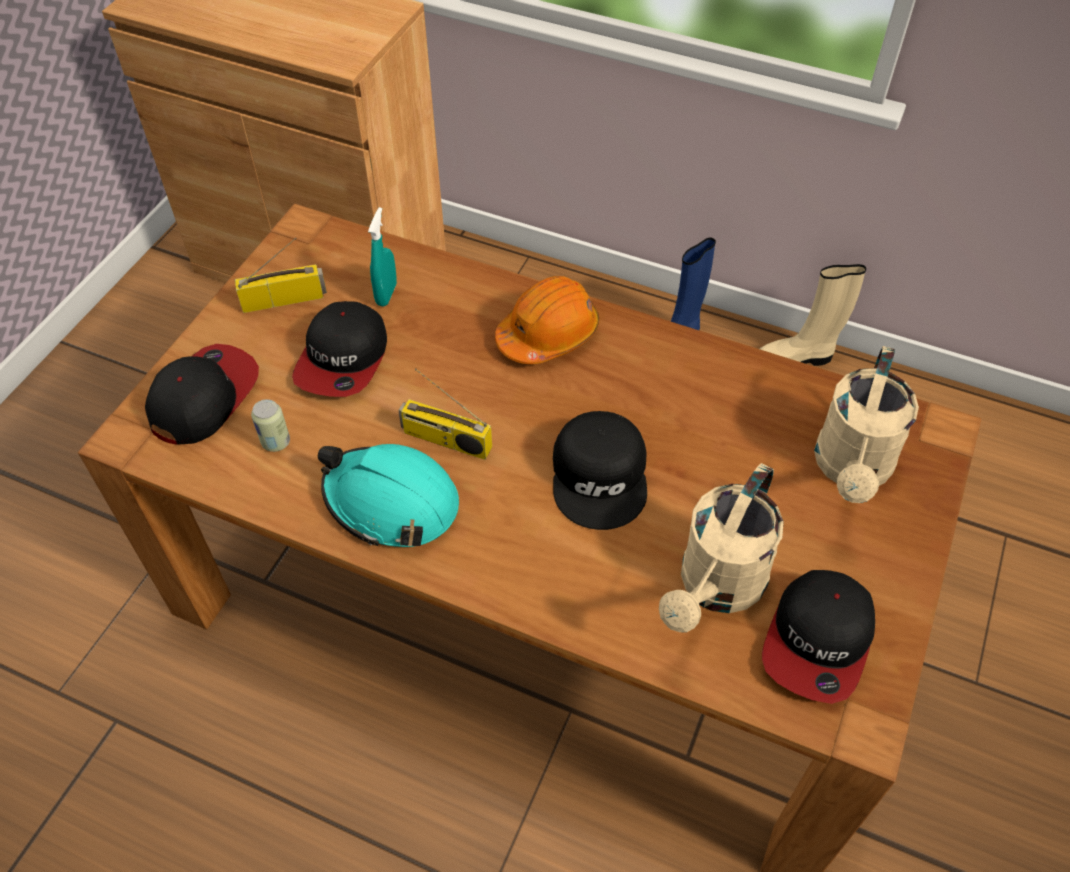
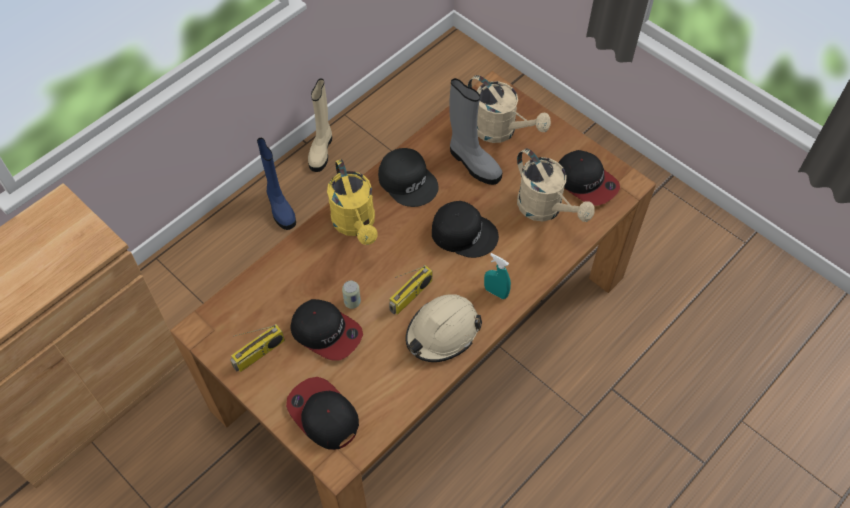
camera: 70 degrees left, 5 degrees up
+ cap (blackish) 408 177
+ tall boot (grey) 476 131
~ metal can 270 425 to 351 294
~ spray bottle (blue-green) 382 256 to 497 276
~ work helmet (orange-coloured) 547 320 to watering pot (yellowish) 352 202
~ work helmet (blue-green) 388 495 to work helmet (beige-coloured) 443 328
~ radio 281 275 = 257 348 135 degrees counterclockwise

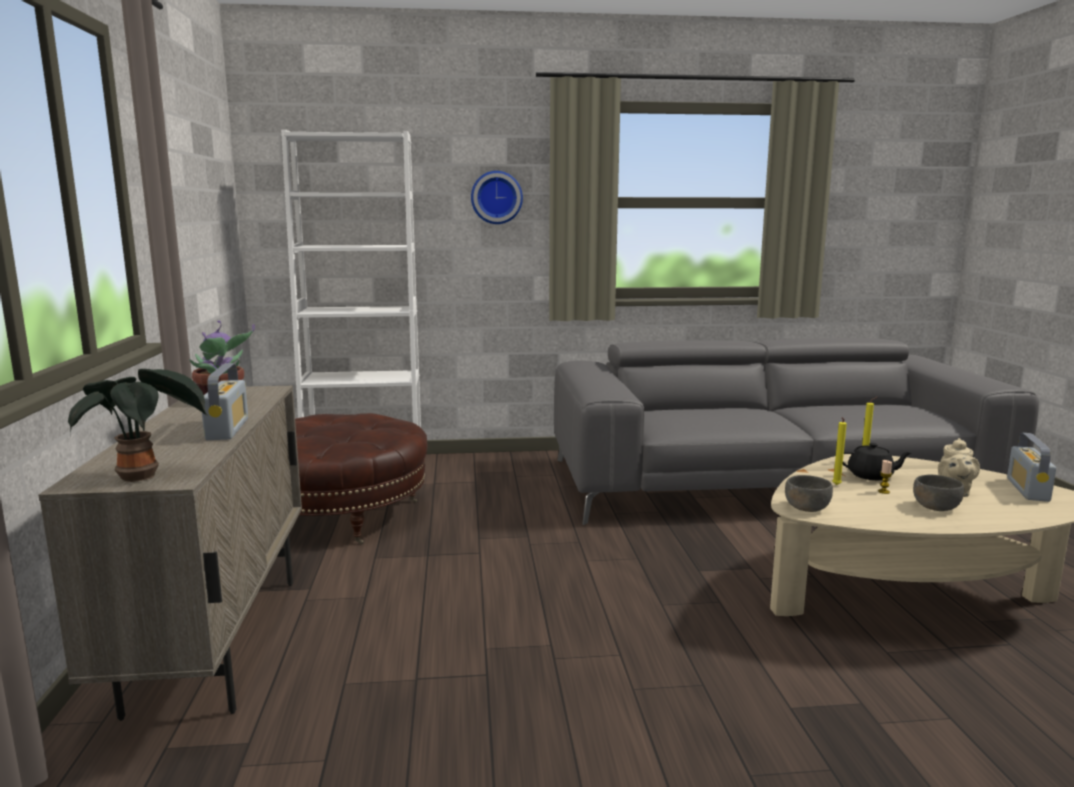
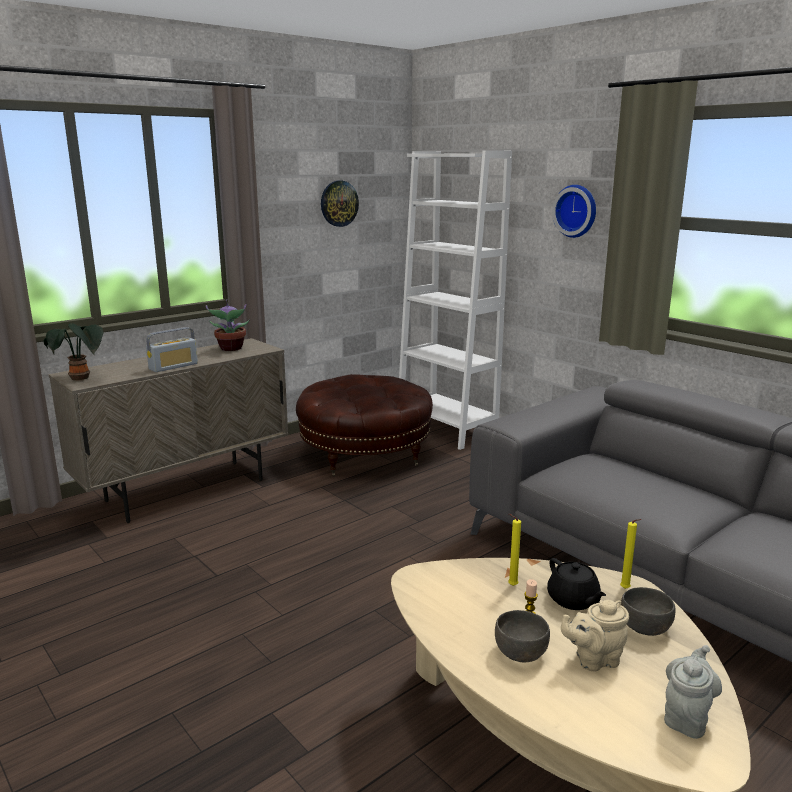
camera: 55 degrees right, 5 degrees up
+ wall clock 340 204
~ bowl (grey) 809 493 to 648 611
~ radio 1031 467 to pot for tea (grey) 693 692

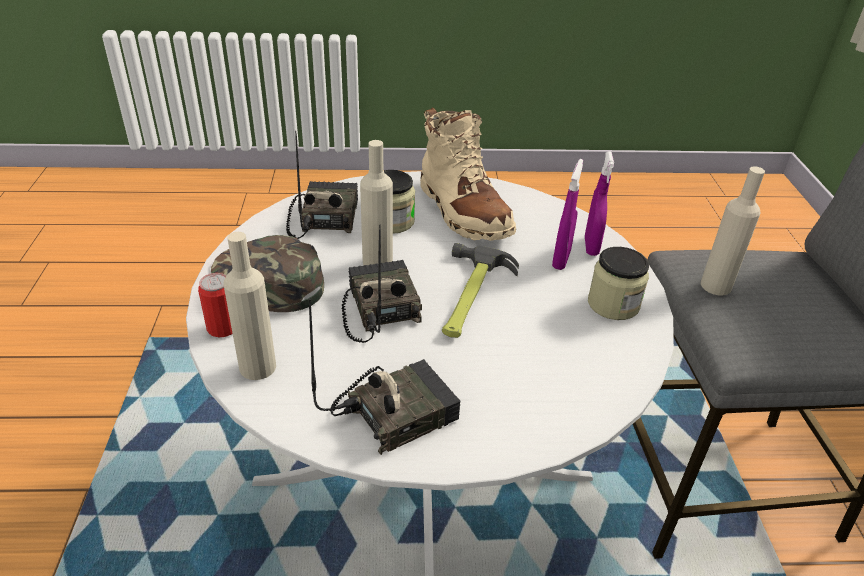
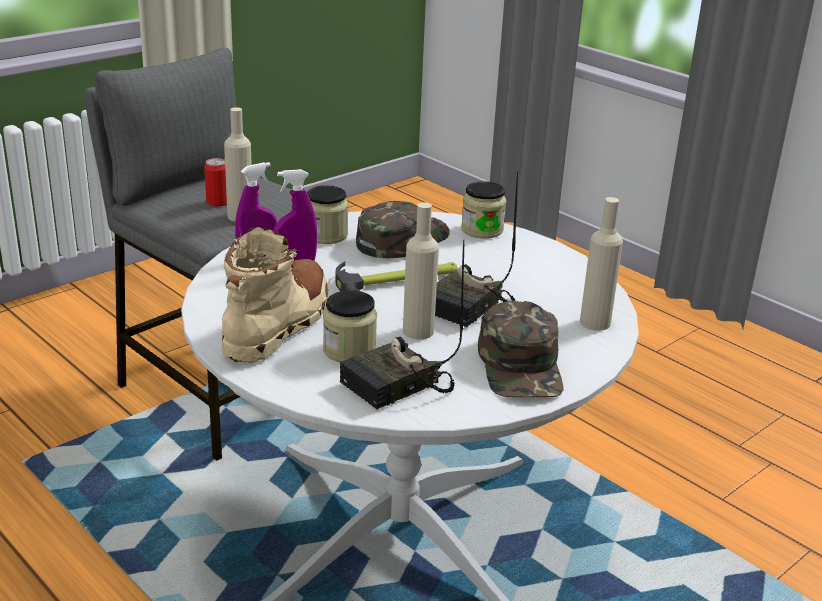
camera: 130 degrees left, 10 degrees down
- radio 385 377
+ cap (green) 403 229
+ jar 483 209
~ metal can 215 305 to 215 182

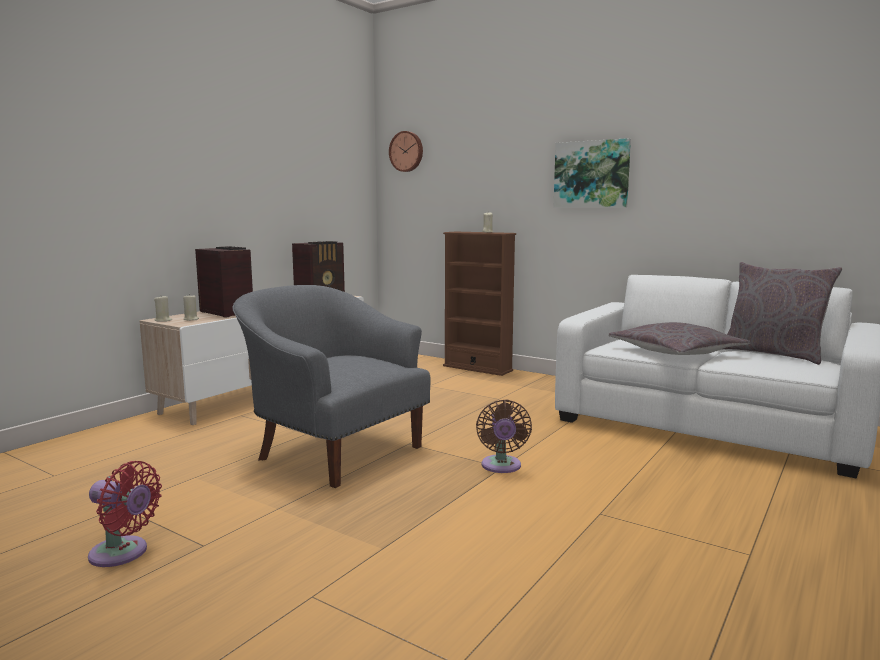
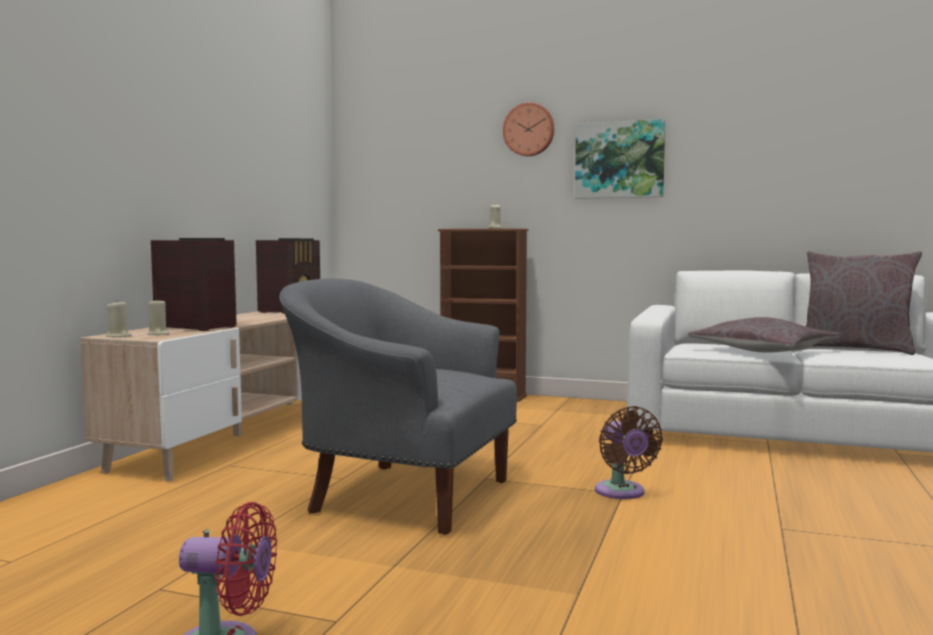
camera: 15 degrees left, 5 degrees down
~ wall clock 406 151 to 529 129

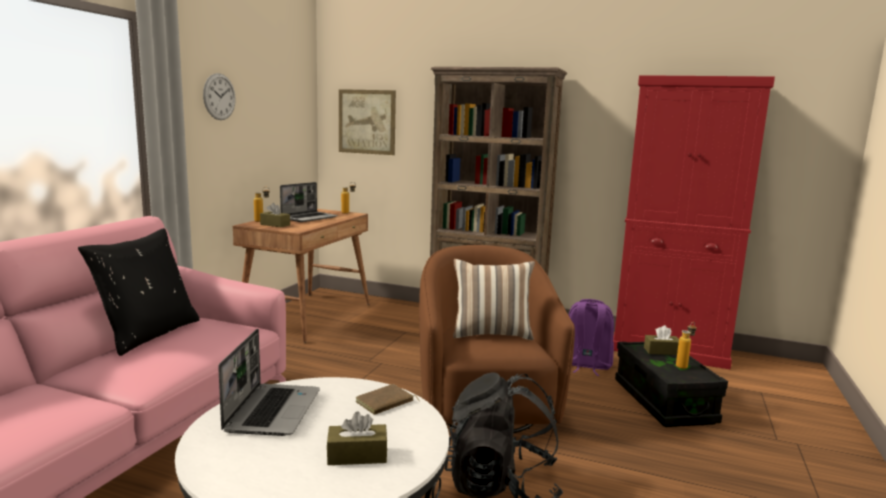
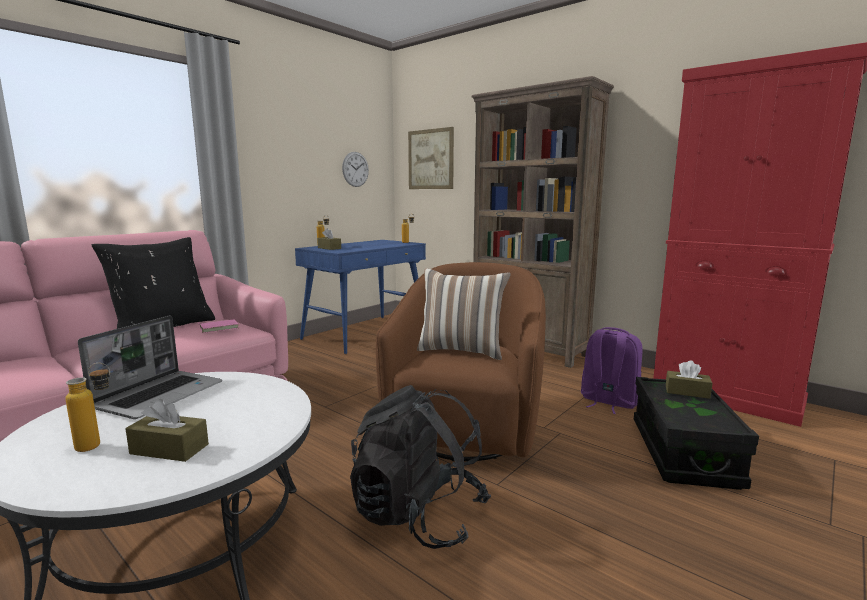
camera: 20 degrees right, 0 degrees up
- portable computer 309 202
- volume (brown-coloured) 387 399
+ volume (pinkish) 218 326
~ wall clock 219 96 to 355 169
~ bottle 686 345 to 87 407
~ desk unit (brown-coloured) 301 276 to desk unit (blue) 360 297

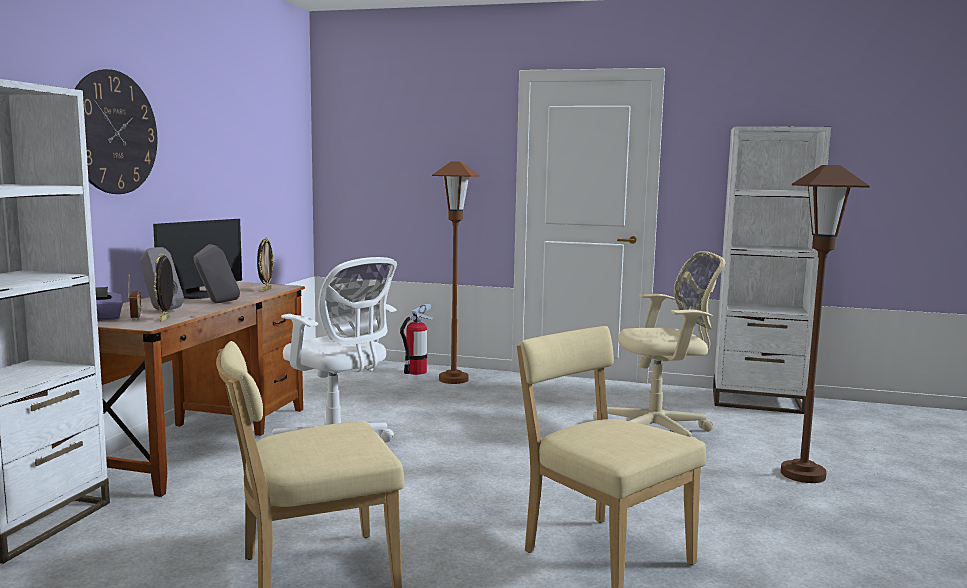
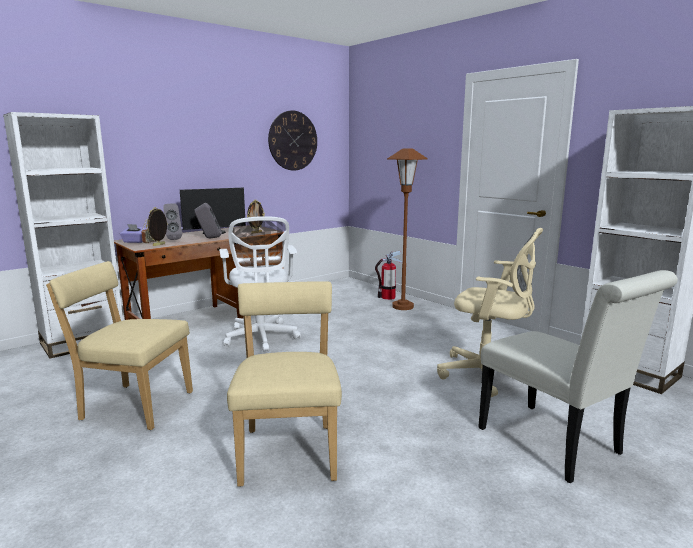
camera: 35 degrees right, 5 degrees up
~ wall clock 116 131 to 292 141
~ standing lamp (brown-coloured) 825 324 to plain chair (whitish) 578 376

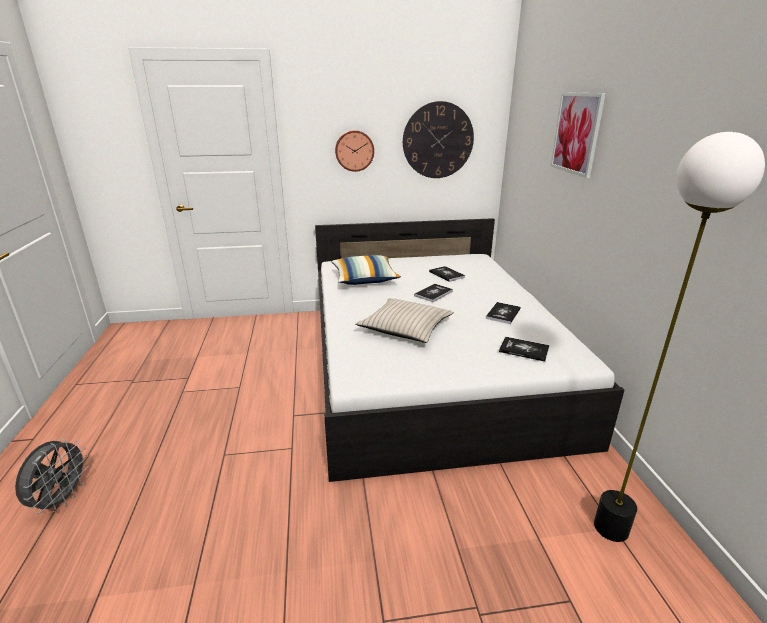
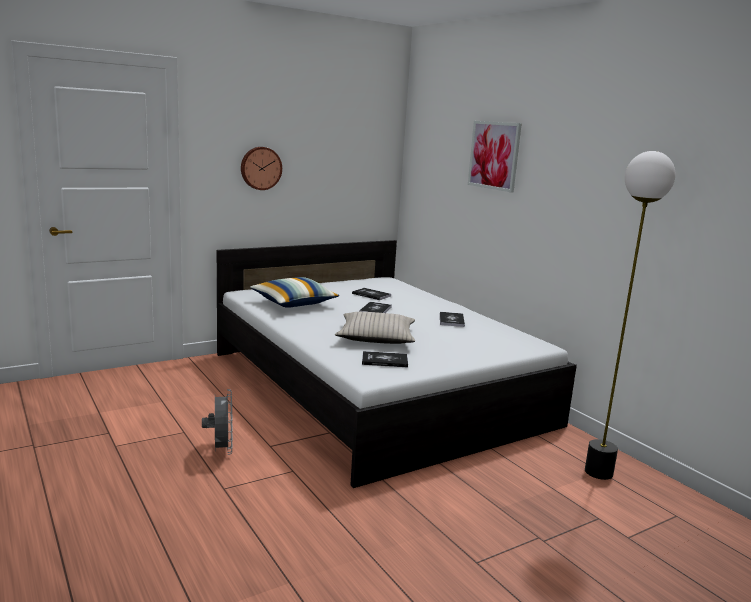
camera: 25 degrees left, 10 degrees down
- wall clock 438 139
~ cooling fan (grey) 52 476 to 217 422
~ volume 524 349 to 385 359

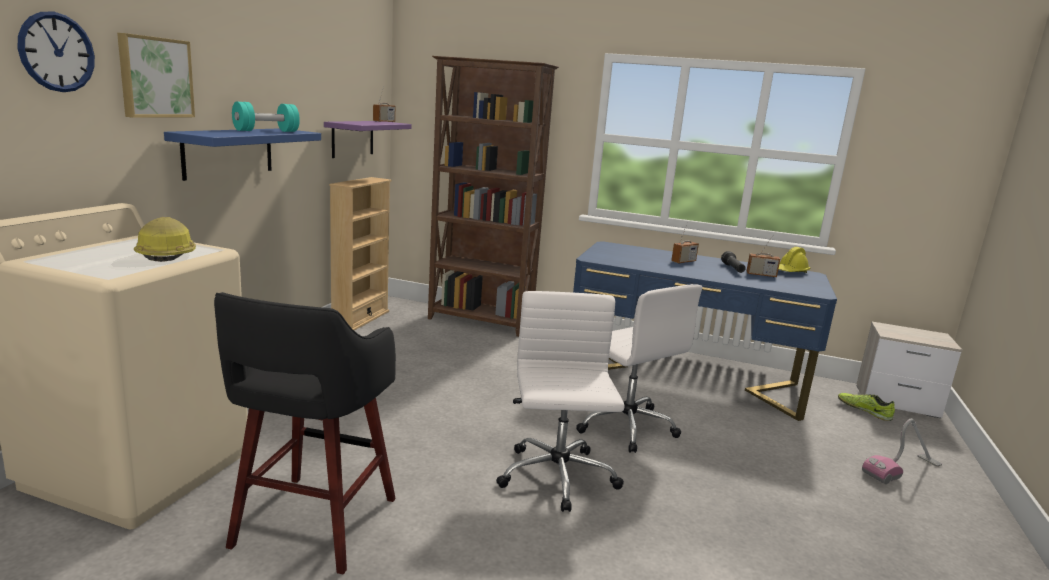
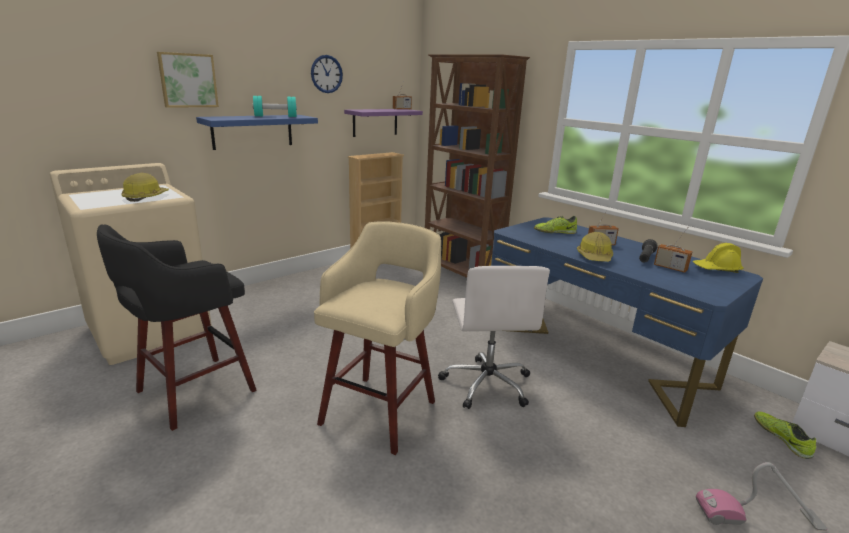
camera: 30 degrees right, 5 degrees up
+ low shoe 555 225
+ work helmet 595 247
~ wall clock 56 52 to 327 74
~ computer chair (whitish) 560 401 to stool seat (beige-coloured) 377 338

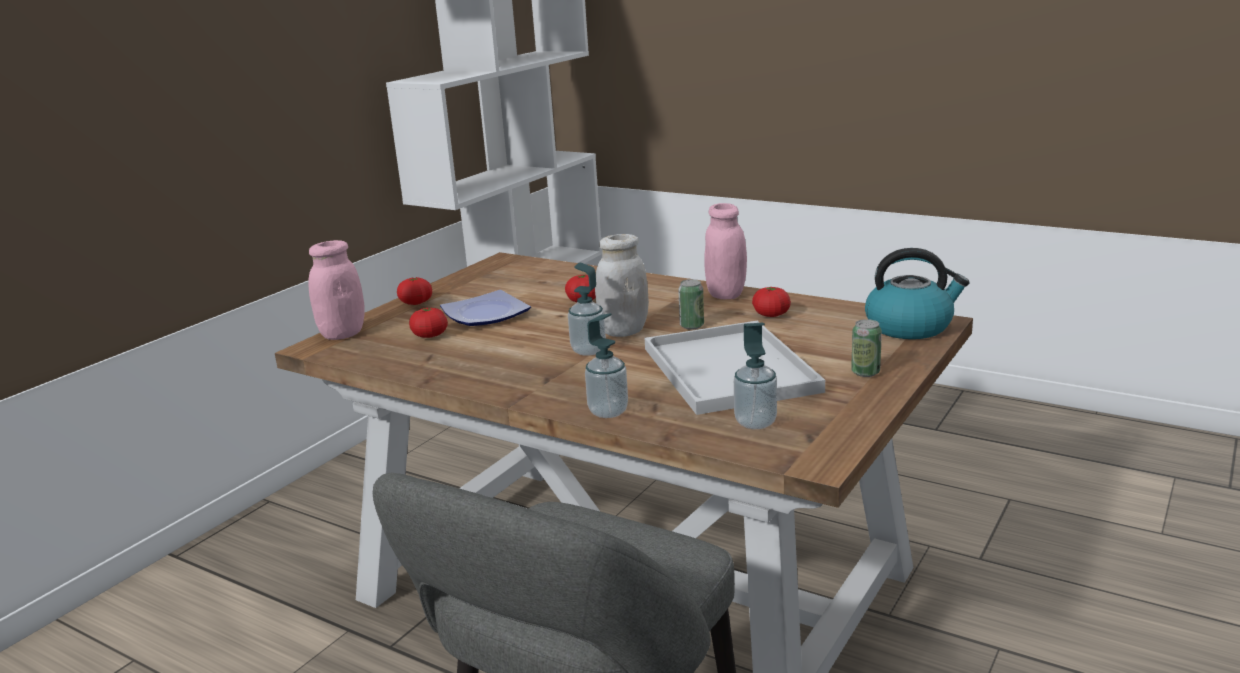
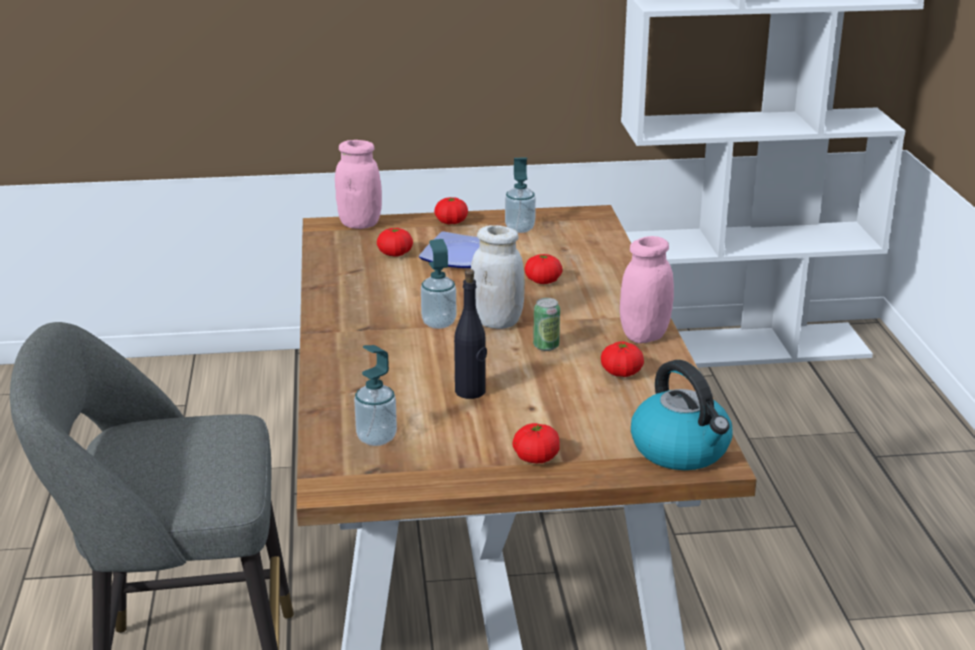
camera: 50 degrees right, 5 degrees up
~ soap dispenser 606 365 to 520 195
~ serving tray (whitish) 735 368 to bottle (blackish) 470 334
~ metal can 866 348 to whole tomato 536 443

